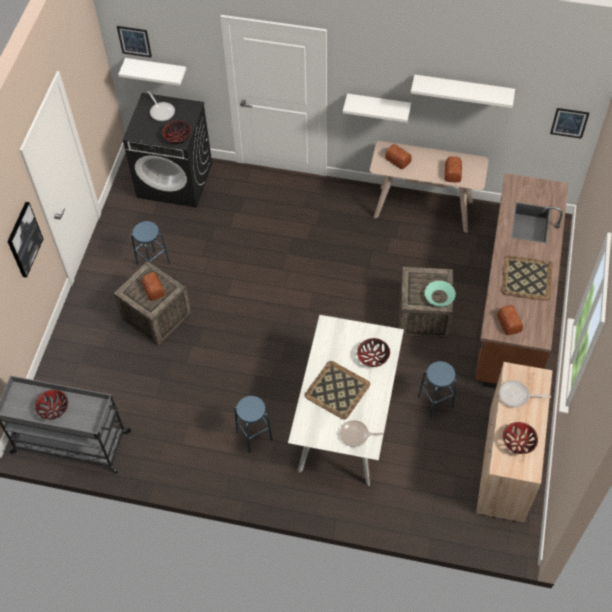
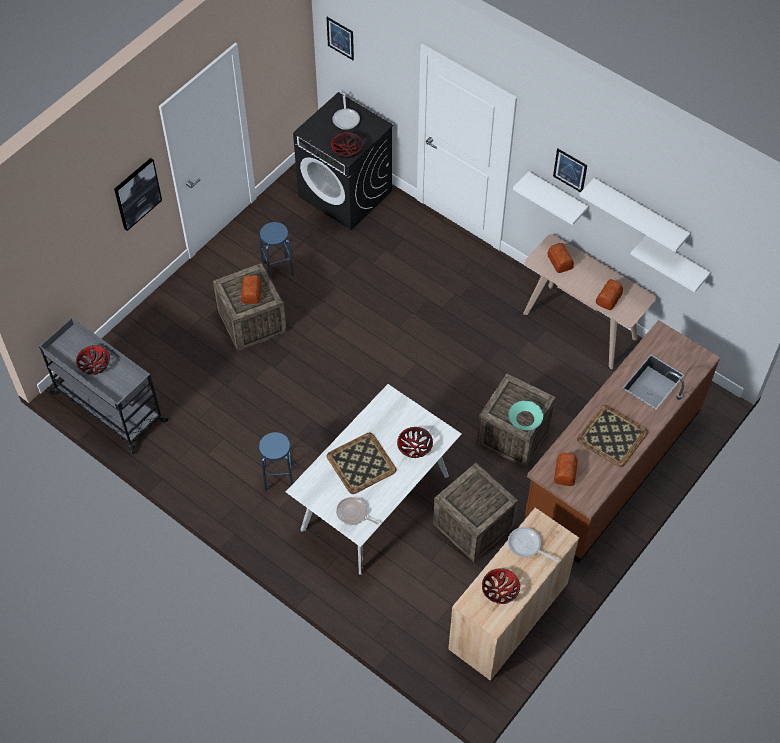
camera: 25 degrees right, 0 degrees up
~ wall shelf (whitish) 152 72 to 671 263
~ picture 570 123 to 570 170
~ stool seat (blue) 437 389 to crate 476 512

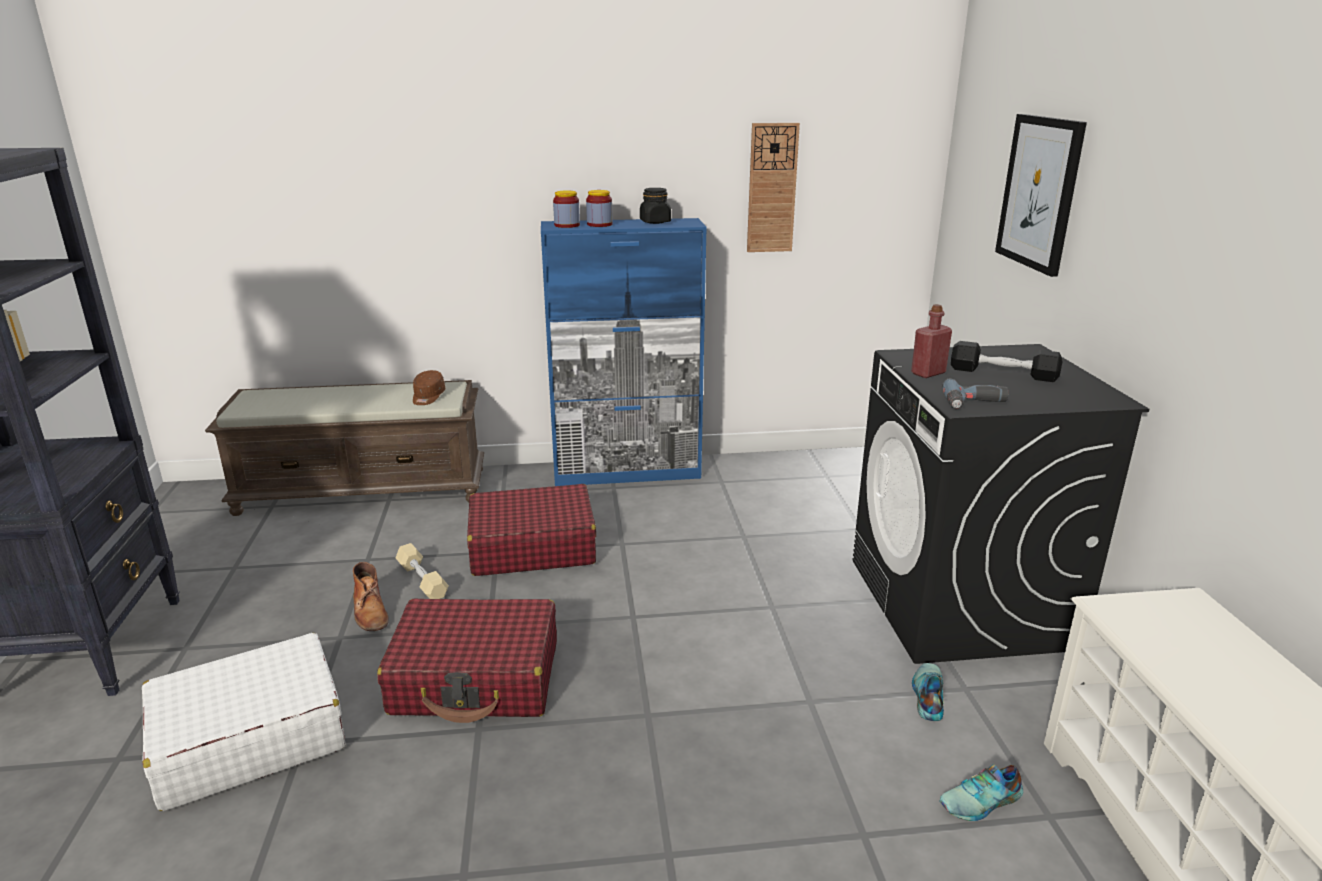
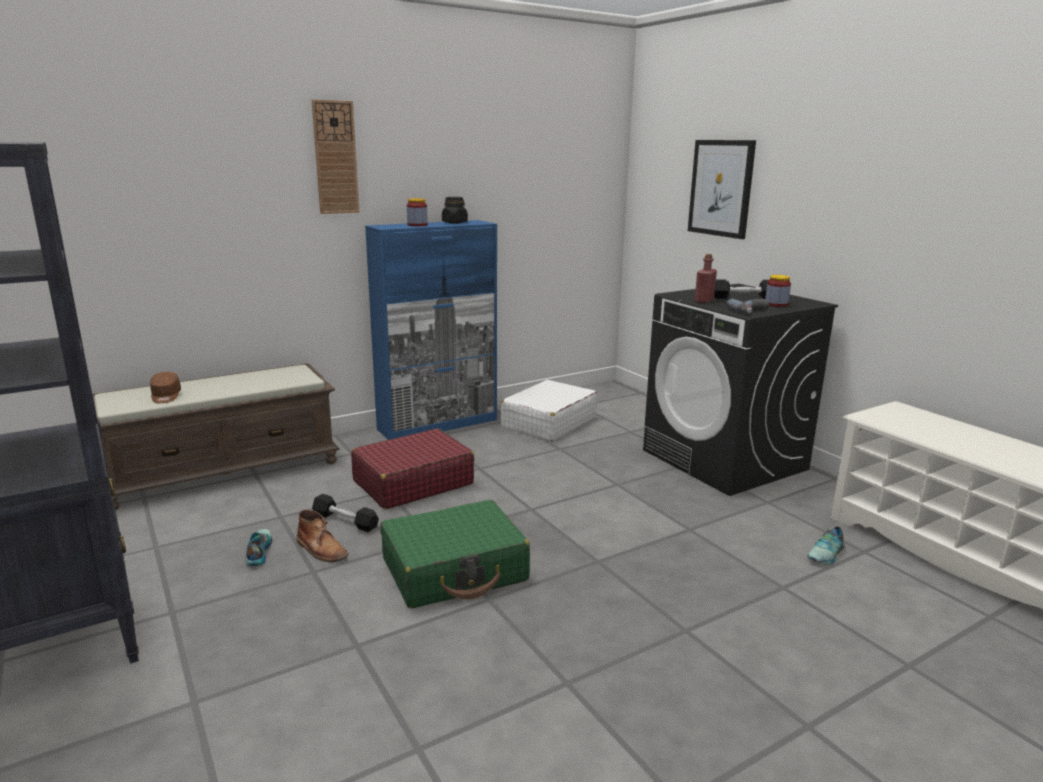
camera: 25 degrees left, 5 degrees down
~ travel case (whitish) 244 722 to 549 411
~ cap (brown-coloured) 429 387 to 165 387
~ jar 566 209 to 778 291
~ wall clock 773 187 to 335 156
~ low shoe 928 692 to 259 547
~ travel case (reddish) 467 661 to travel case (green) 455 554
~ dumbbell (beige-coloured) 422 571 to dumbbell (blackish) 345 513

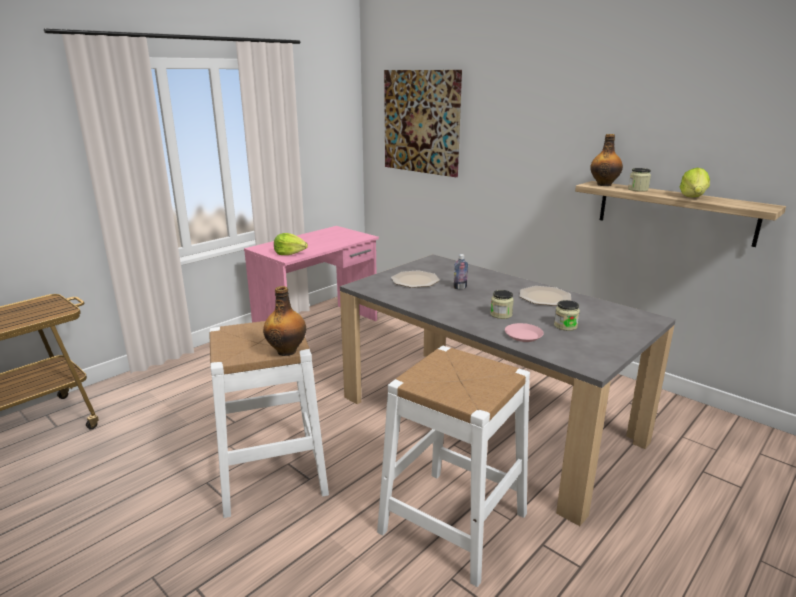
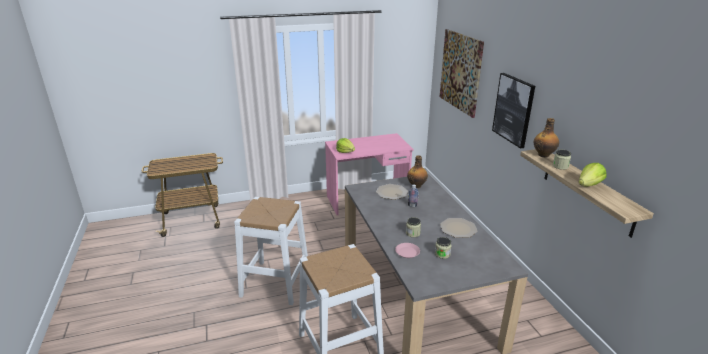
camera: 30 degrees right, 5 degrees up
+ picture 513 111
~ bottle 284 321 to 417 171

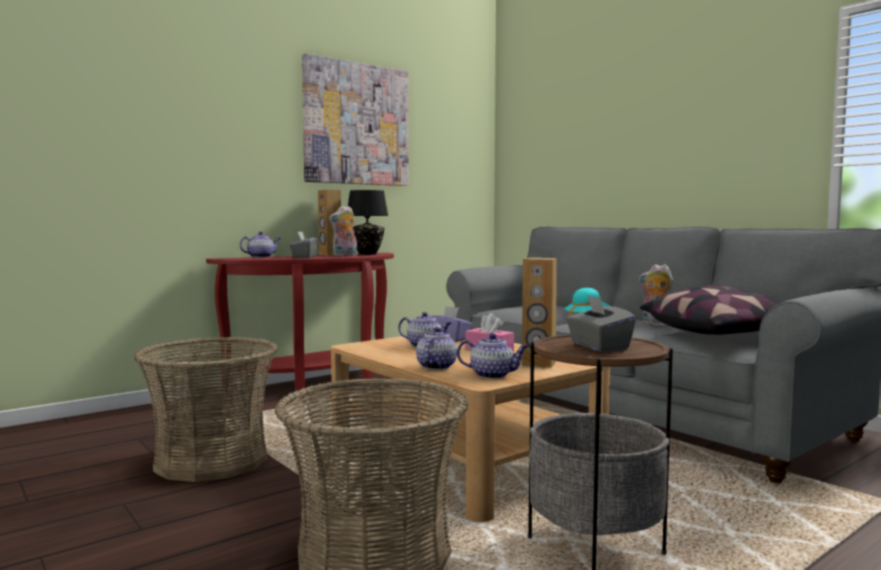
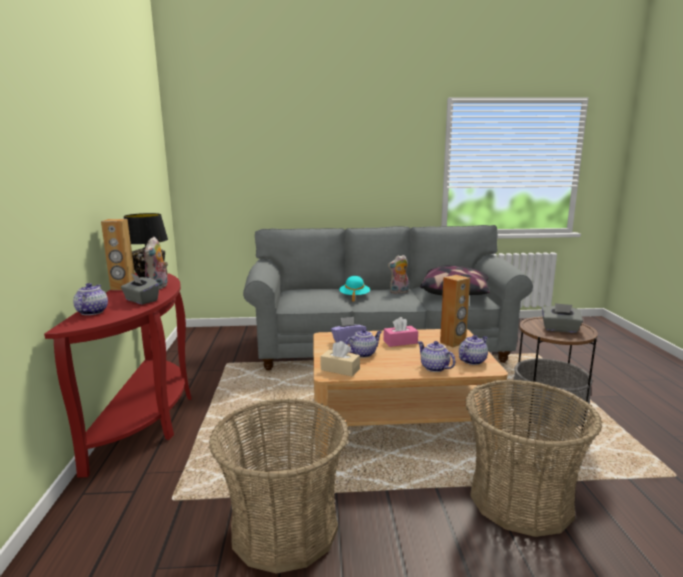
camera: 55 degrees left, 10 degrees up
- picture 355 119
+ tissue box (beige-coloured) 340 358

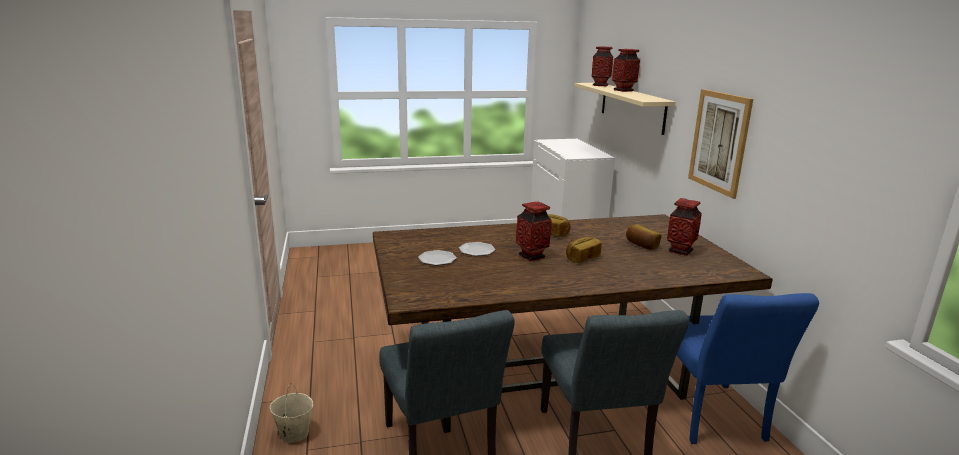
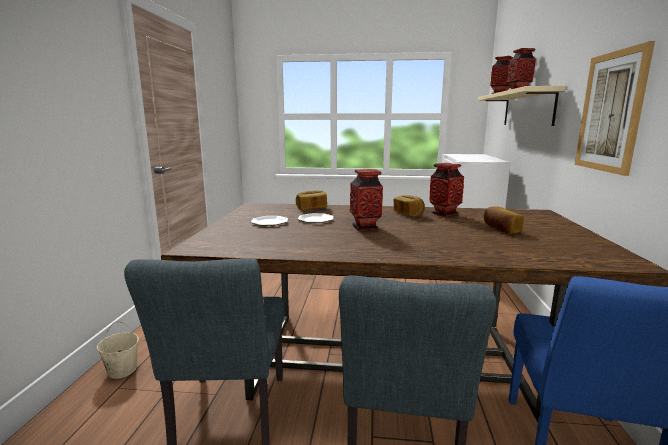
camera: 20 degrees right, 5 degrees down
~ baked bread 584 250 to 311 200
~ vase 684 227 to 447 190

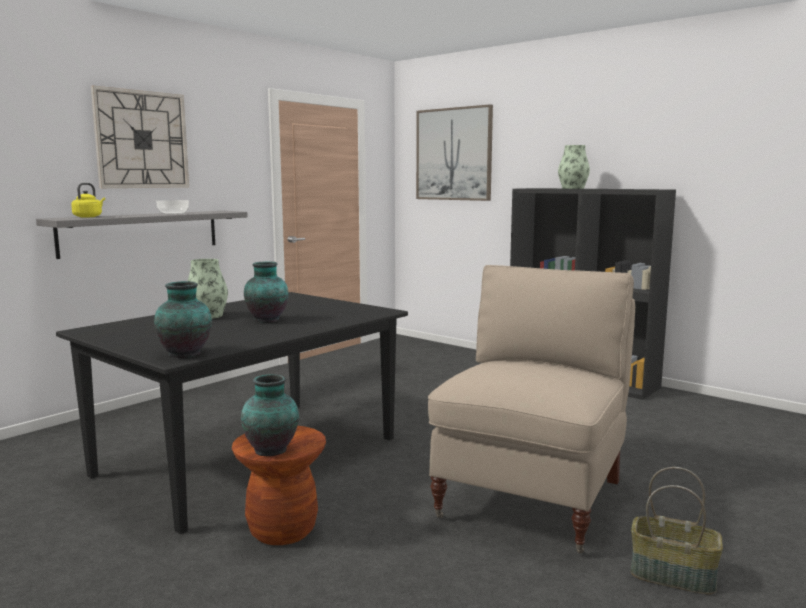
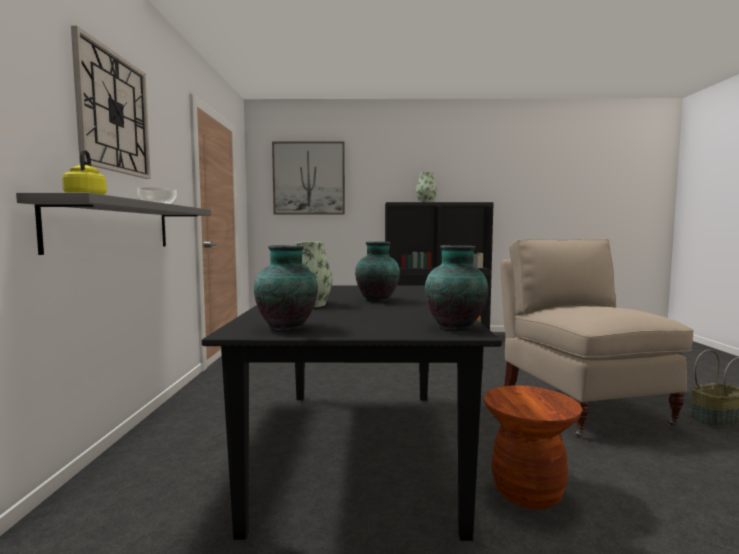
camera: 40 degrees left, 5 degrees down
~ vase 270 415 to 286 288

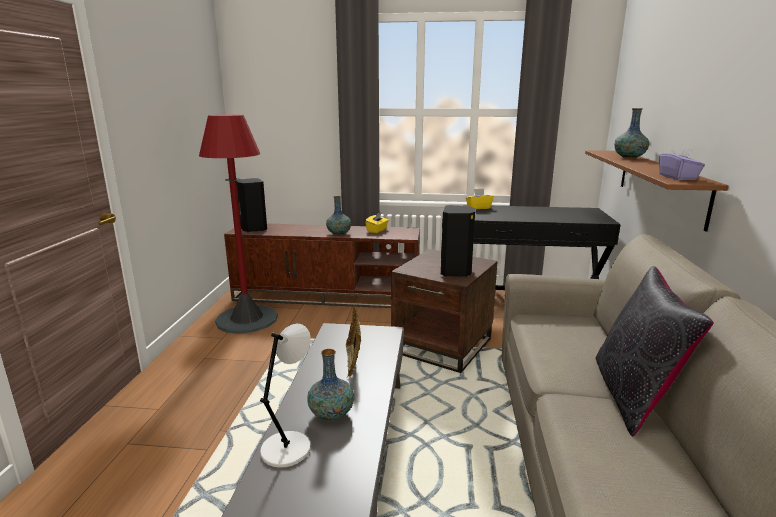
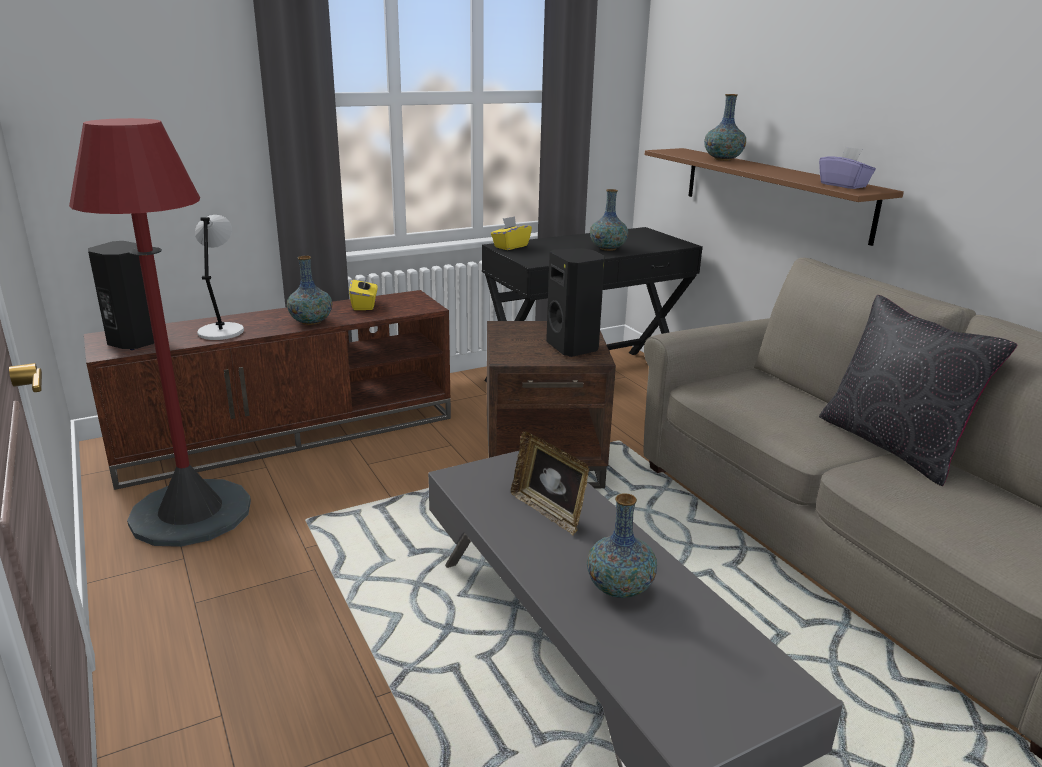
camera: 35 degrees left, 5 degrees up
+ vase 609 220
~ table lamp (grey) 285 395 to 219 277

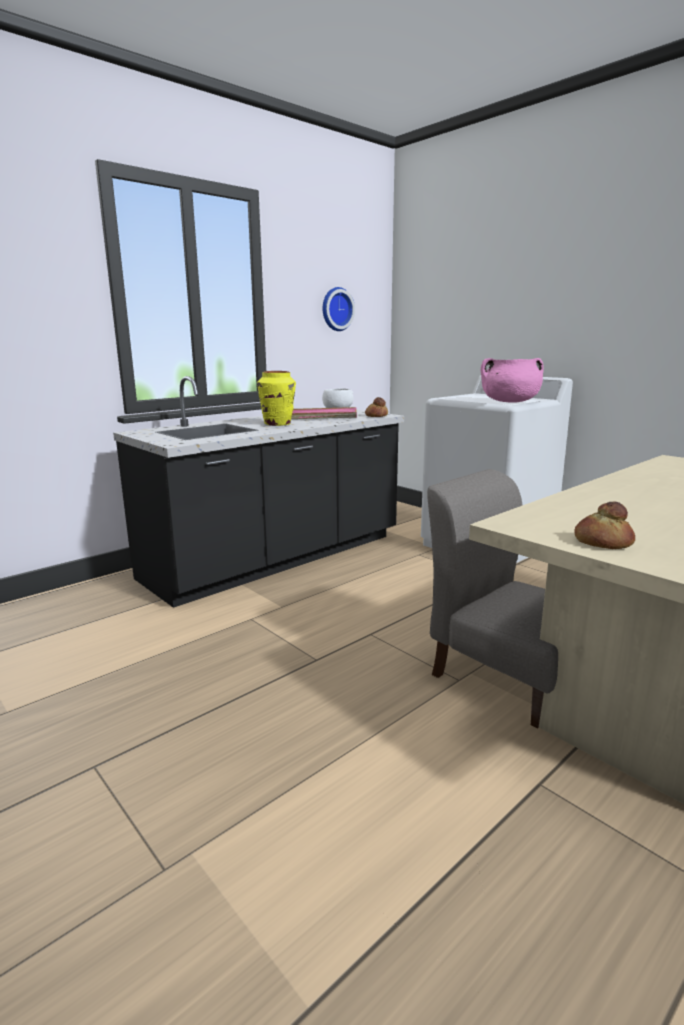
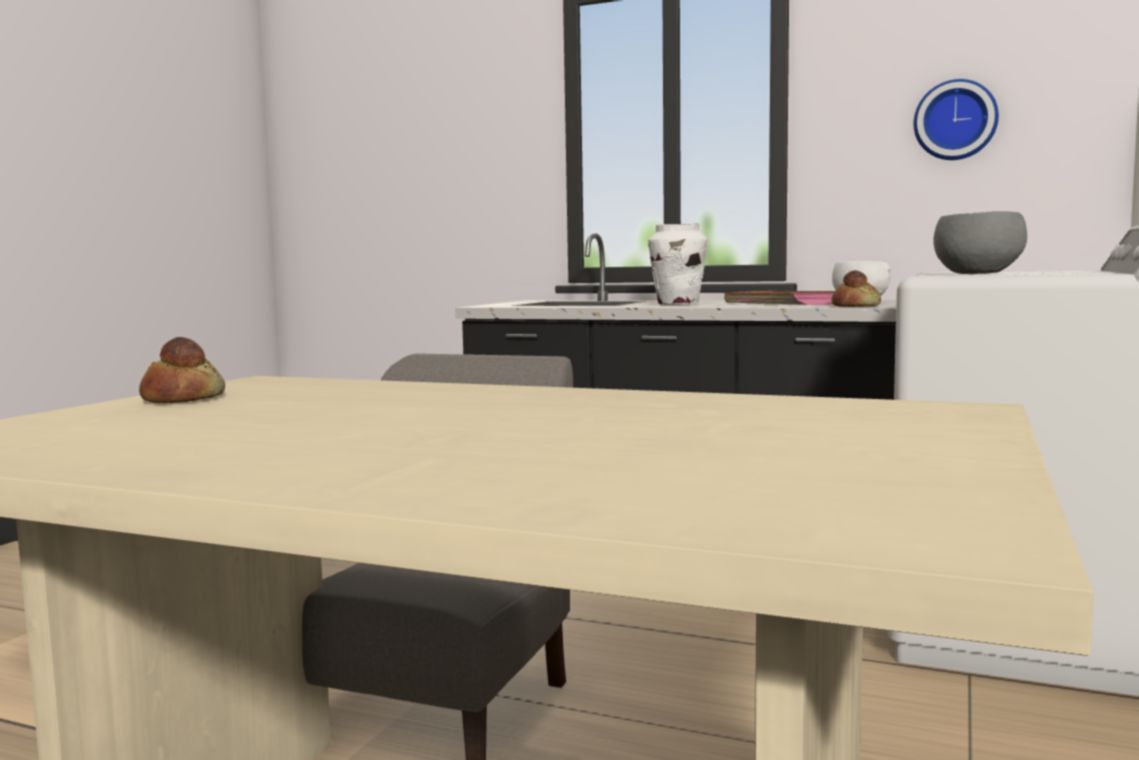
camera: 65 degrees right, 10 degrees down
~ saucepot (pinkish) 512 380 to bowl (grey) 980 242
~ vase (yellowish) 276 398 to vase (whitish) 678 264

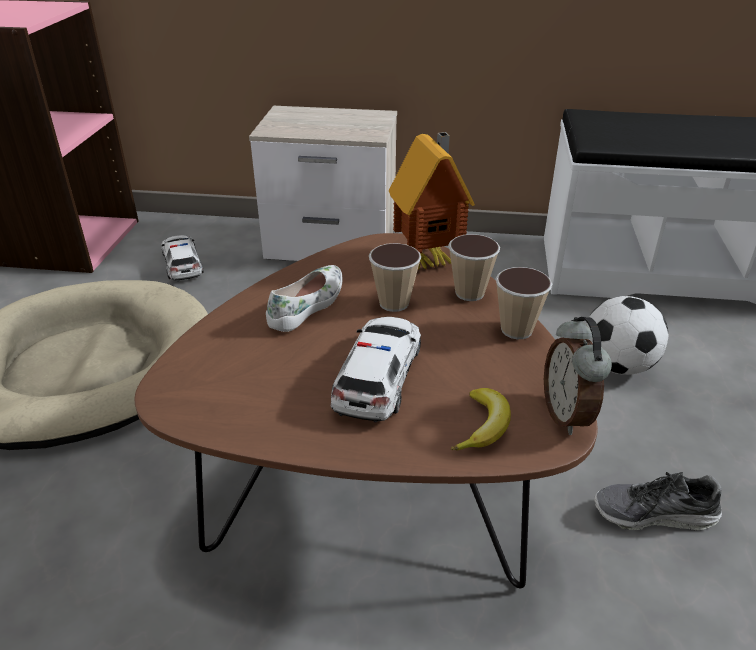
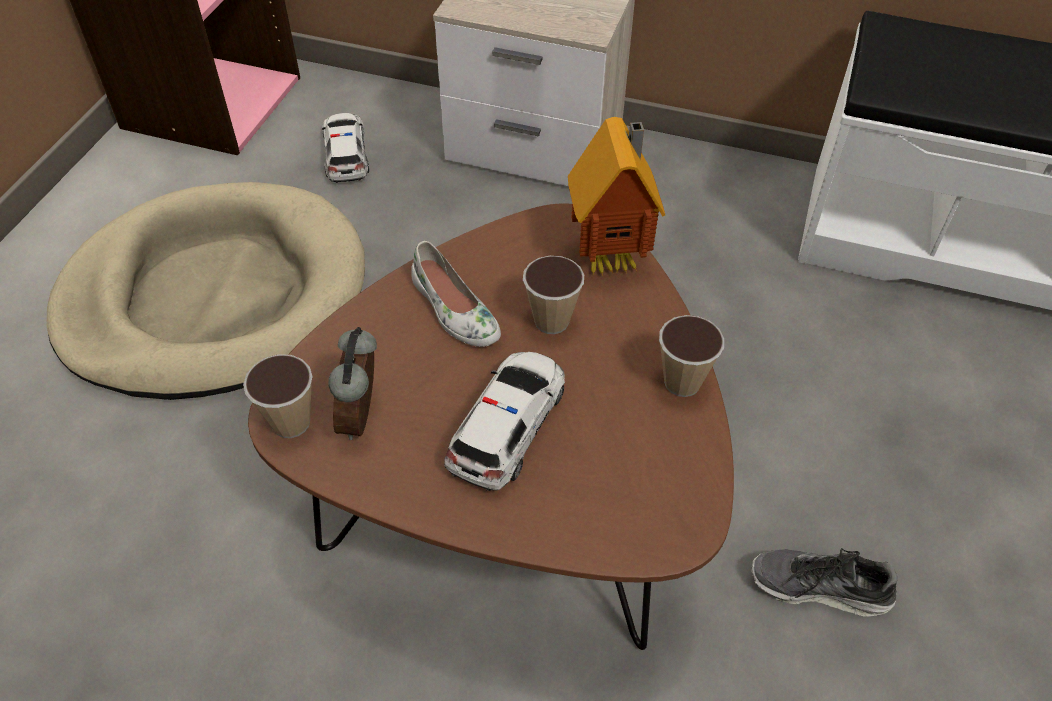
camera: 10 degrees right, 15 degrees up
- banana 481 419
- football 628 335
~ cup 474 267 to 278 396
~ table clock 578 376 to 352 383
~ low shoe (whitish) 304 298 = 456 294 105 degrees clockwise

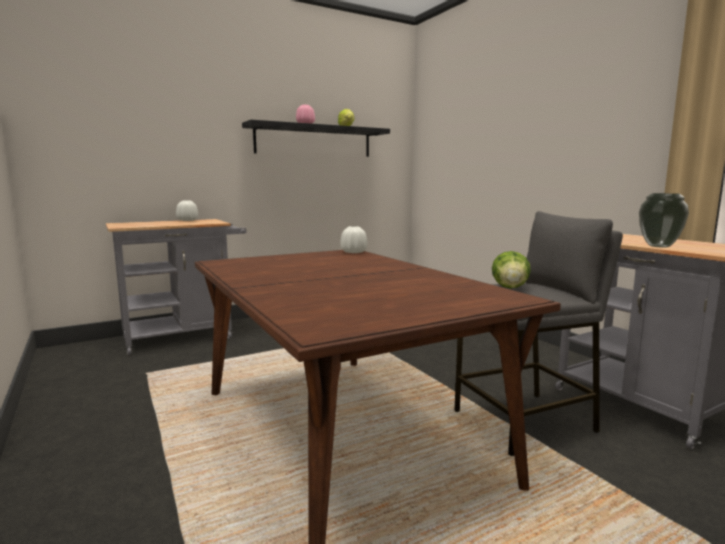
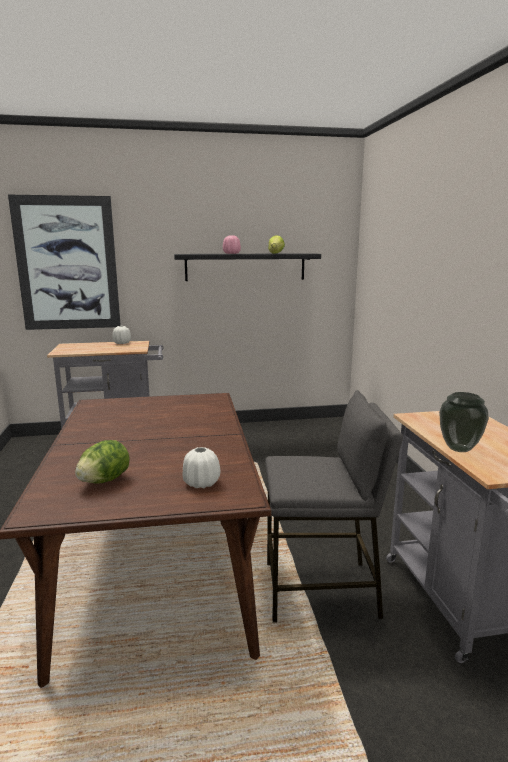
camera: 20 degrees right, 5 degrees up
+ picture 64 262
~ vase (whitish) 353 239 to 201 467
~ head of lettuce 511 269 to 102 462

